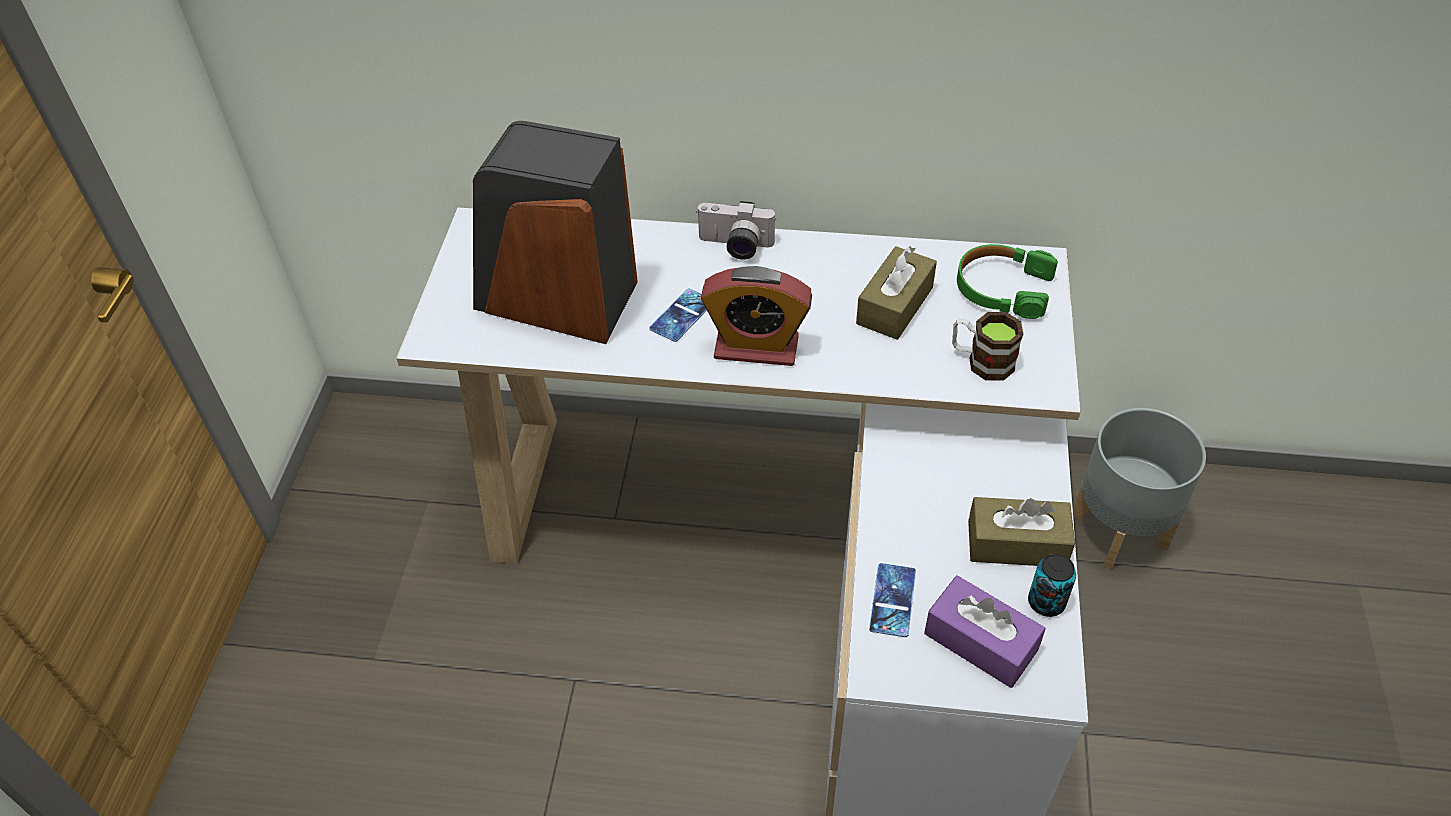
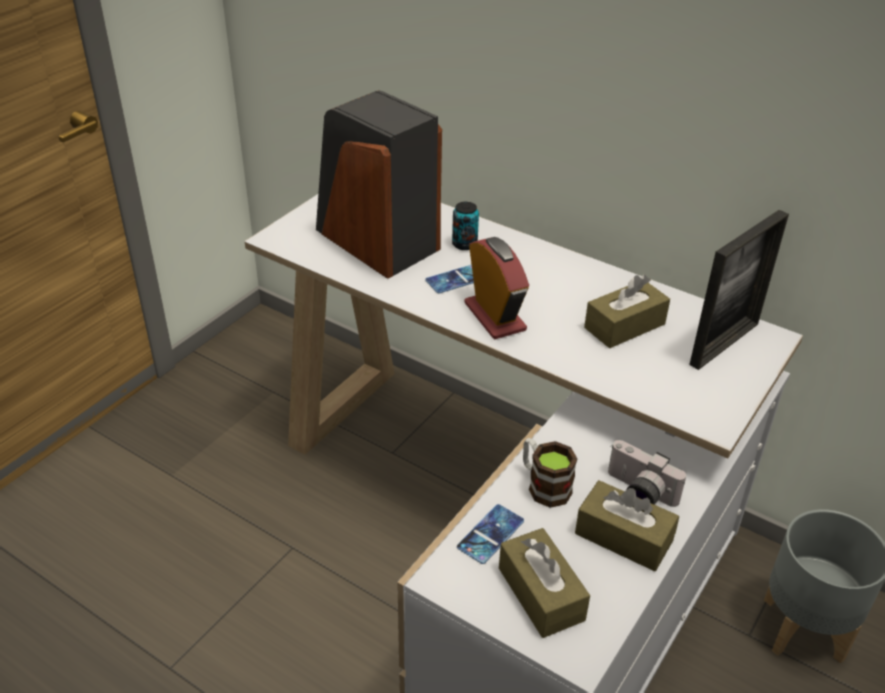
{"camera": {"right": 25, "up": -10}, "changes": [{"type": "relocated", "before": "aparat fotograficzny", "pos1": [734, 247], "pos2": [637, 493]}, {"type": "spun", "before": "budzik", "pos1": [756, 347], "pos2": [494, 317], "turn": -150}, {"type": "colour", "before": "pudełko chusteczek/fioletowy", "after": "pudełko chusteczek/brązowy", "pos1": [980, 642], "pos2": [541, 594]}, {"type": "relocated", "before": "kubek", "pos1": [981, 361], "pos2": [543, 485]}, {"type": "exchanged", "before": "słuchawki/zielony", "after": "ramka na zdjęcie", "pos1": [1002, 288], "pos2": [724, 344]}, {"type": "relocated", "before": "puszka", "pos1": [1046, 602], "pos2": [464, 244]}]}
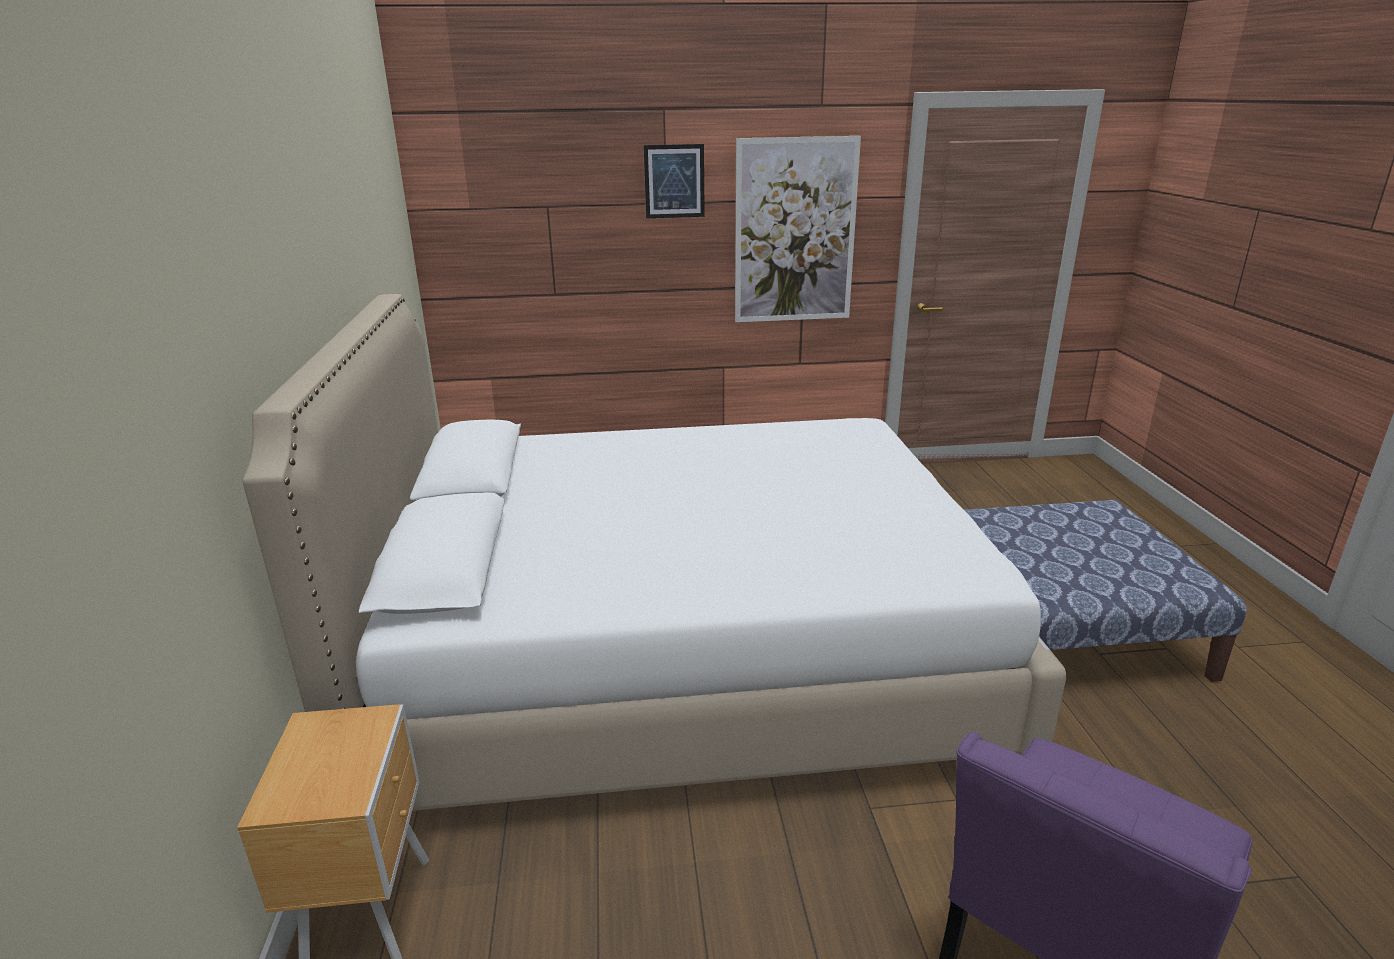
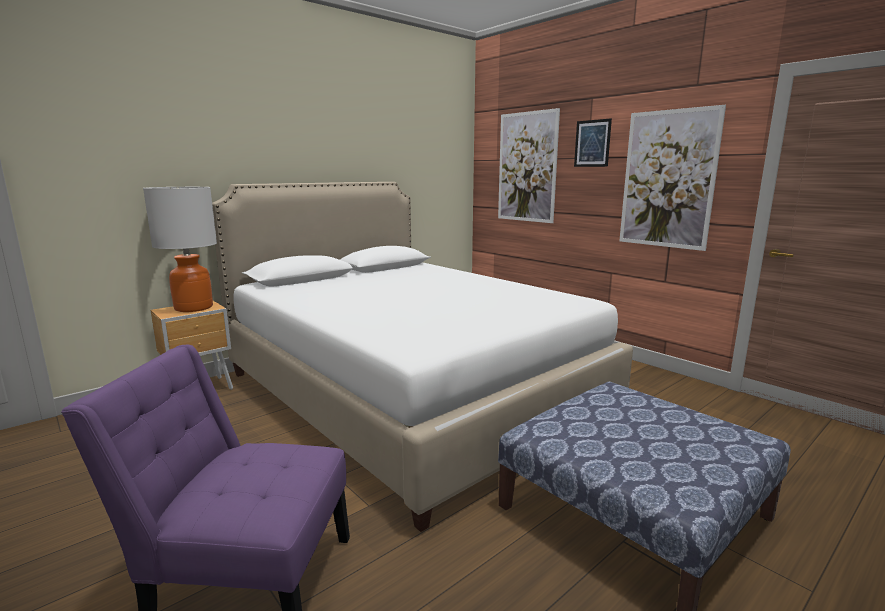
{"camera": {"right": 55, "up": -10}, "changes": [{"type": "appeared", "after": "lampa stołowa", "pos2": [194, 308]}, {"type": "appeared", "after": "obraz", "pos2": [527, 167]}]}
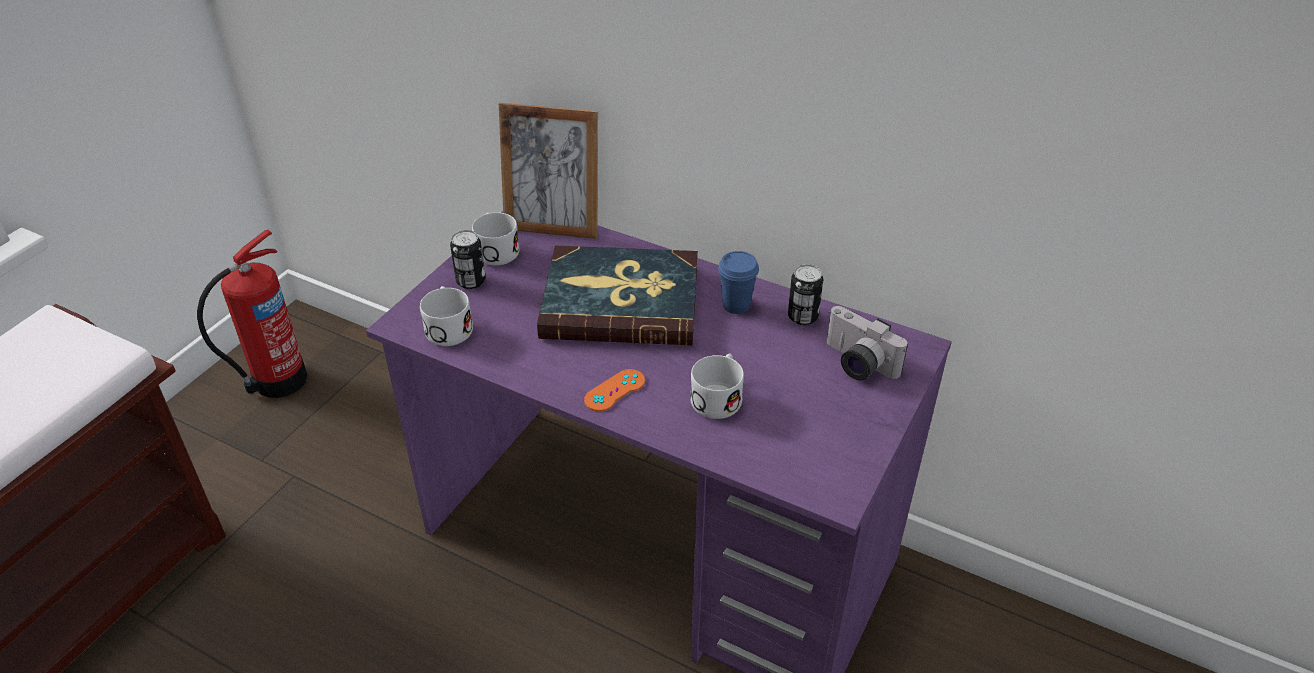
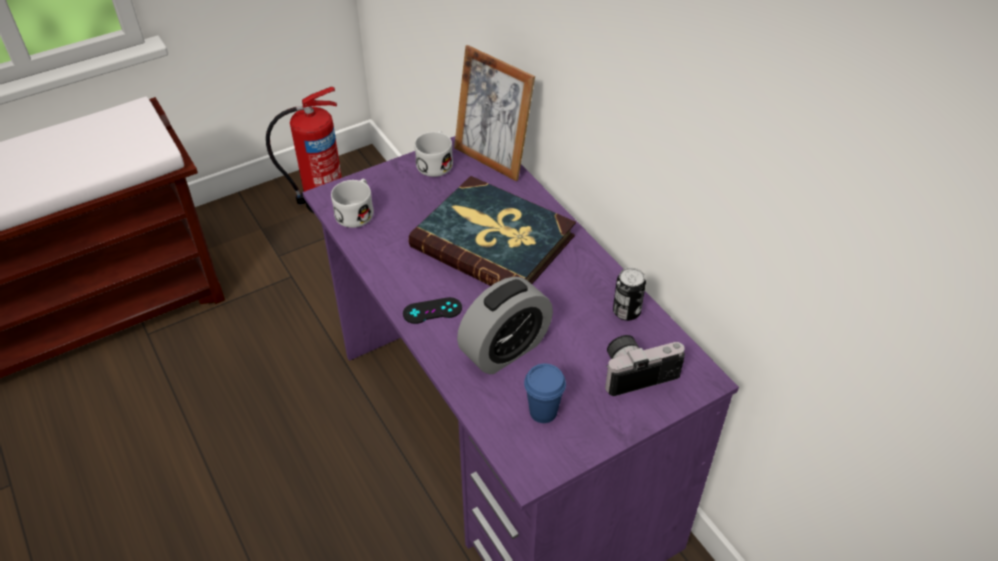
{"camera": {"right": 30, "up": 5}, "changes": [{"type": "missing", "before": "puszka", "pos1": [471, 281]}, {"type": "colour", "before": "pad do gier/pomarańczowy", "after": "pad do gier/czarny", "pos1": [614, 390], "pos2": [432, 311]}, {"type": "exchanged", "before": "kubek/biały", "after": "budzik", "pos1": [719, 396], "pos2": [505, 349]}, {"type": "relocated", "before": "filiżanka/niebieski", "pos1": [736, 305], "pos2": [543, 412]}, {"type": "spun", "before": "aparat fotograficzny", "pos1": [856, 364], "pos2": [637, 371], "turn": 90}]}
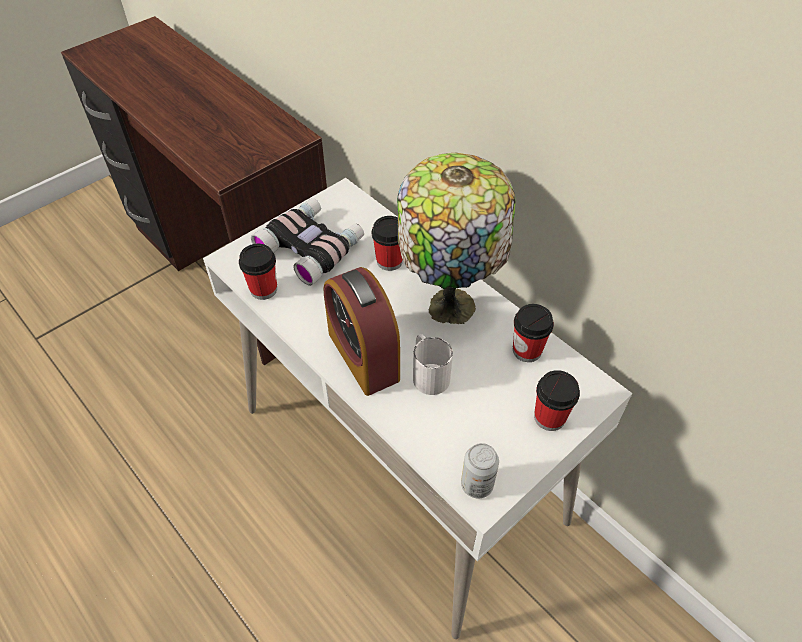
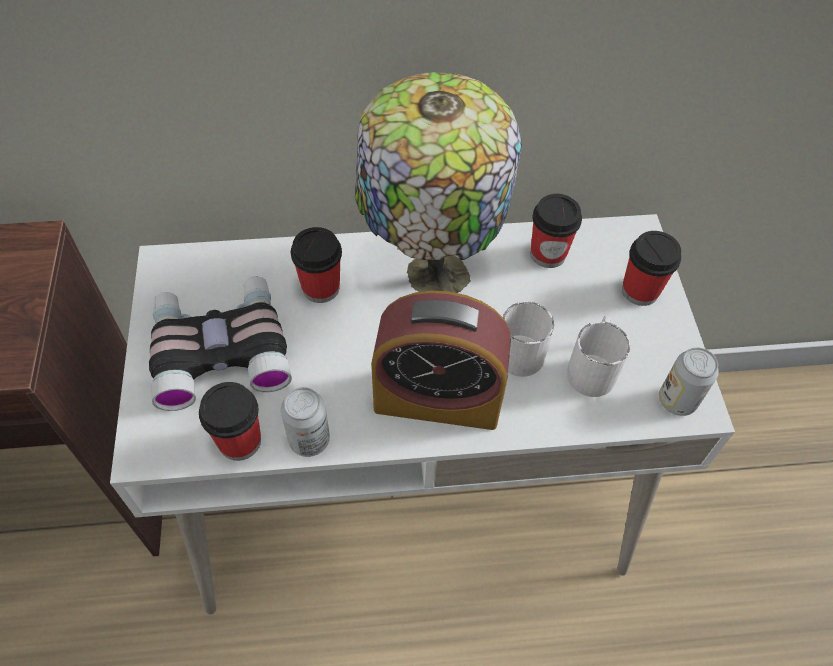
{"camera": {"right": -55, "up": 5}, "changes": [{"type": "appeared", "after": "puszka", "pos2": [309, 440]}, {"type": "appeared", "after": "kubek/biały", "pos2": [592, 366]}]}
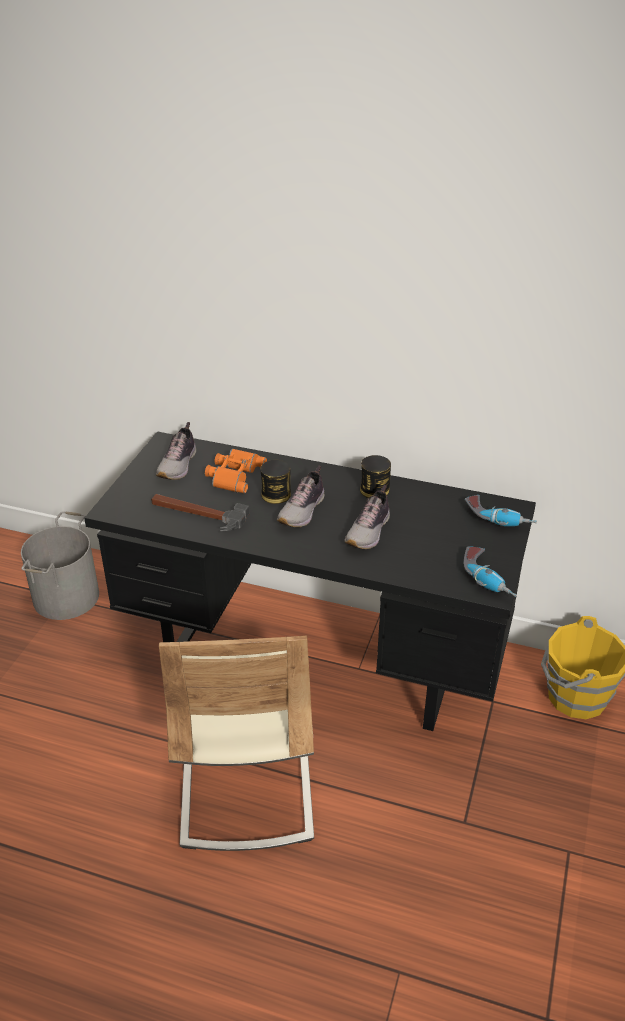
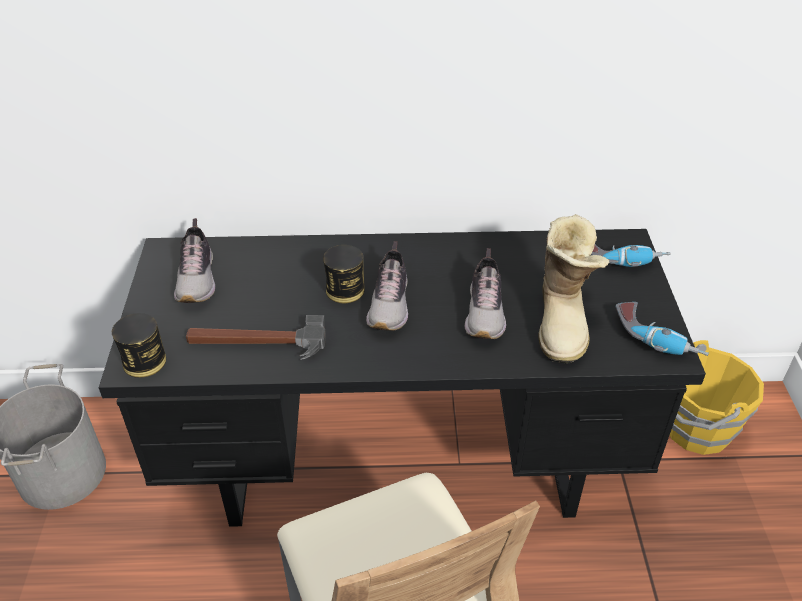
{"camera": {"right": -20, "up": 5}, "changes": [{"type": "missing", "before": "lornetka/pomarańczowy", "pos1": [233, 474]}, {"type": "relocated", "before": "puszka", "pos1": [374, 490], "pos2": [144, 361]}, {"type": "appeared", "after": "but z cholewką", "pos2": [564, 321]}]}
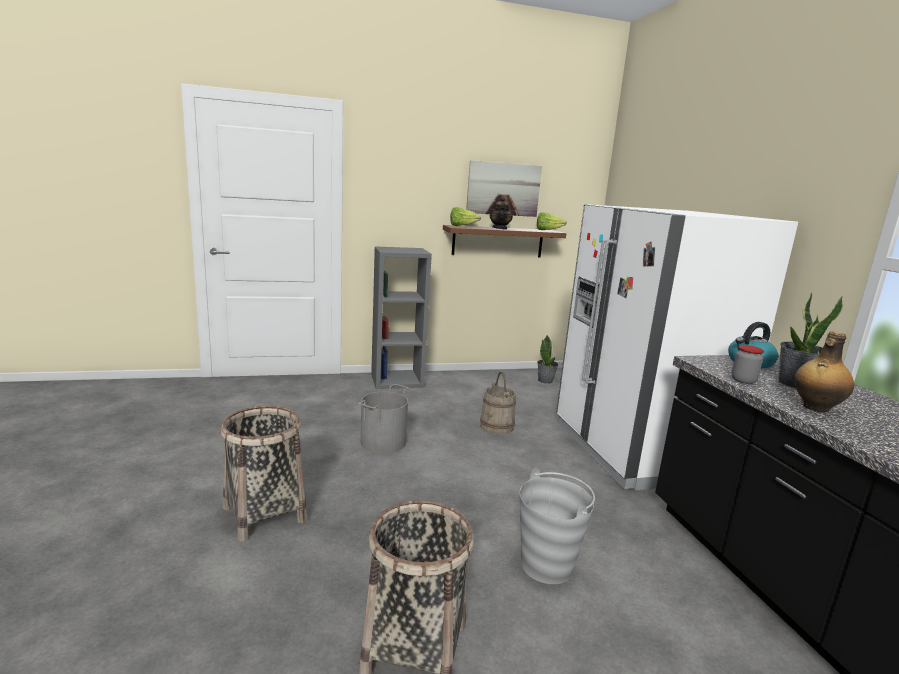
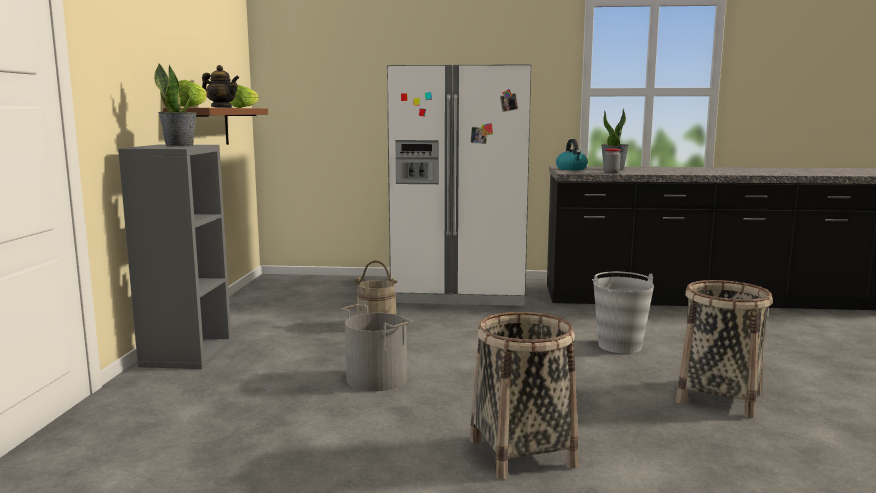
{"camera": {"right": -70, "up": -5}, "changes": [{"type": "missing", "before": "obraz", "pos1": [503, 189]}, {"type": "relocated", "before": "roślina doniczkowa", "pos1": [545, 380], "pos2": [180, 145]}, {"type": "missing", "before": "butelka", "pos1": [815, 408]}]}
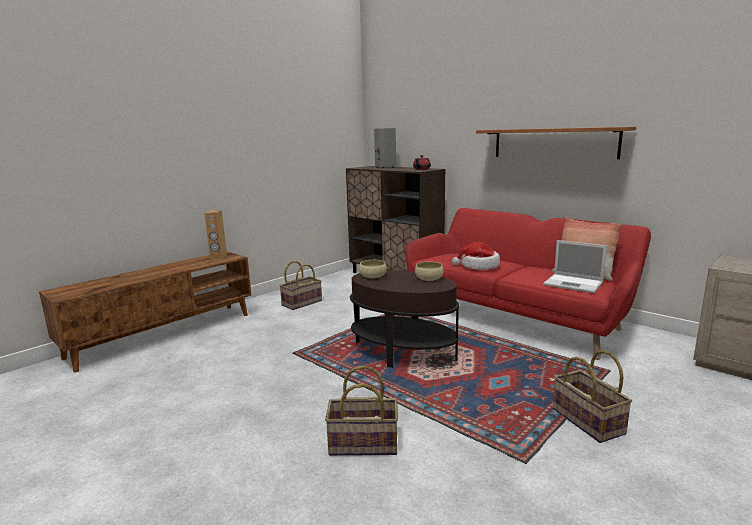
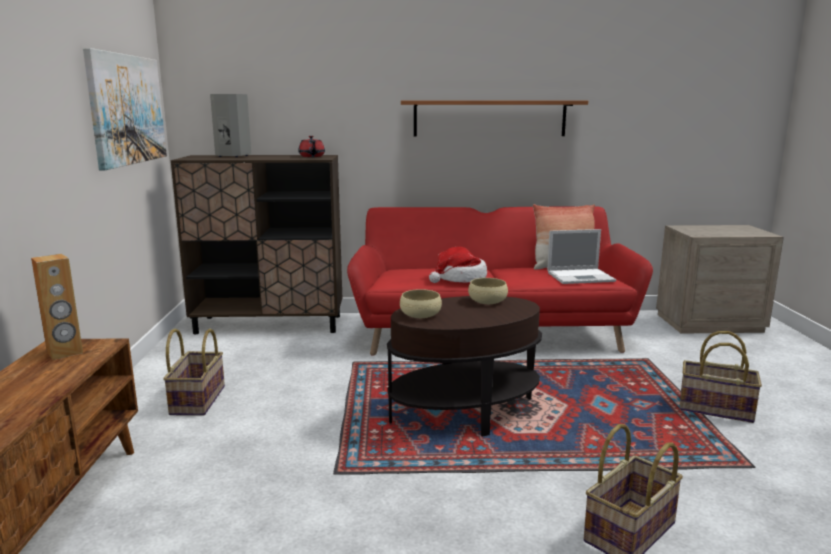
{"camera": {"right": -45, "up": 0}, "changes": [{"type": "appeared", "after": "obraz", "pos2": [127, 109]}]}
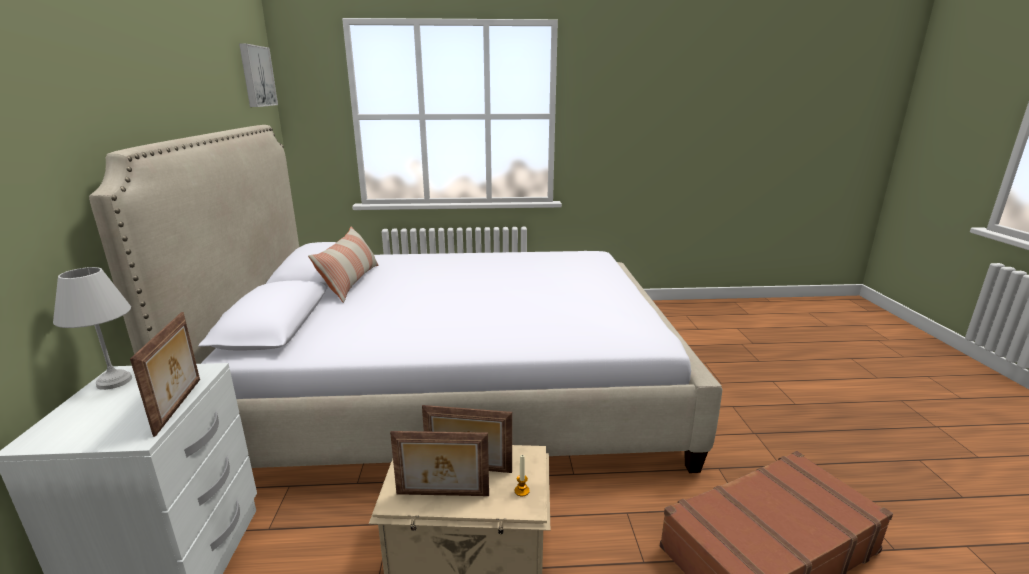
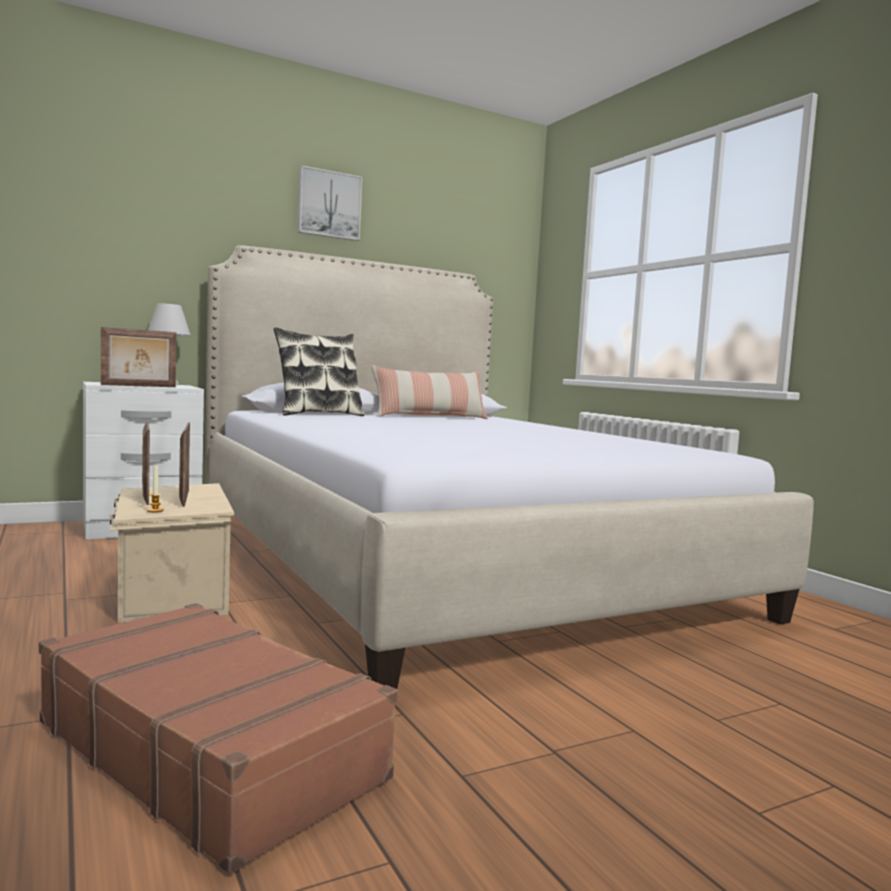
{"camera": {"right": 65, "up": -15}, "changes": [{"type": "relocated", "before": "obraz", "pos1": [256, 76], "pos2": [328, 205]}, {"type": "appeared", "after": "poduszka", "pos2": [318, 414]}]}
